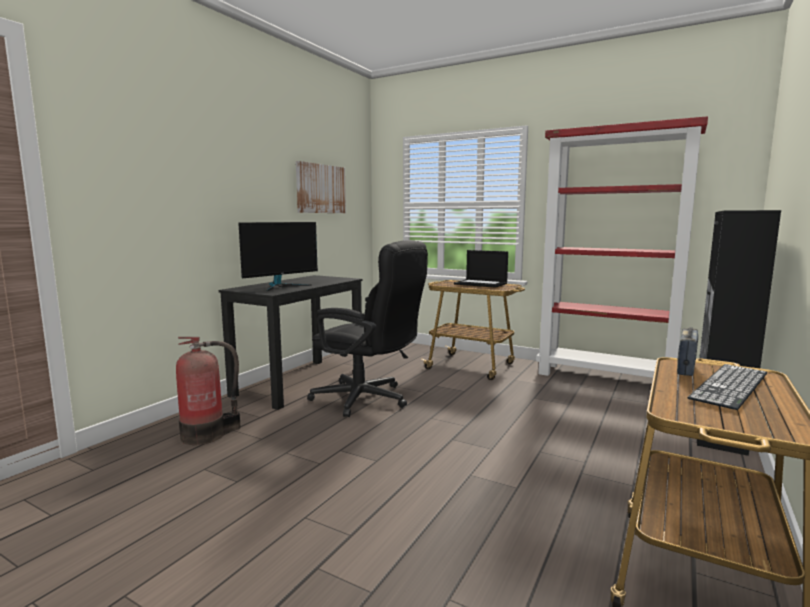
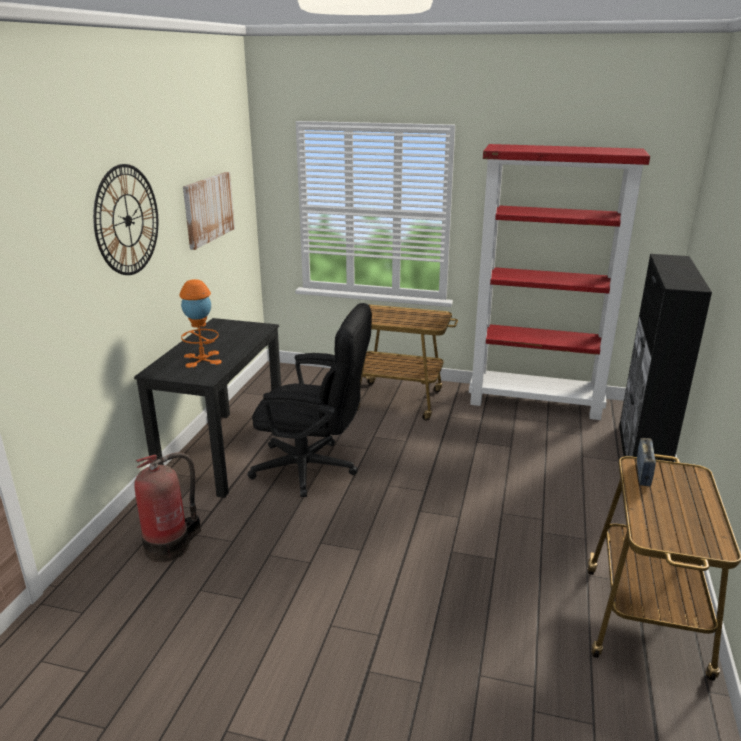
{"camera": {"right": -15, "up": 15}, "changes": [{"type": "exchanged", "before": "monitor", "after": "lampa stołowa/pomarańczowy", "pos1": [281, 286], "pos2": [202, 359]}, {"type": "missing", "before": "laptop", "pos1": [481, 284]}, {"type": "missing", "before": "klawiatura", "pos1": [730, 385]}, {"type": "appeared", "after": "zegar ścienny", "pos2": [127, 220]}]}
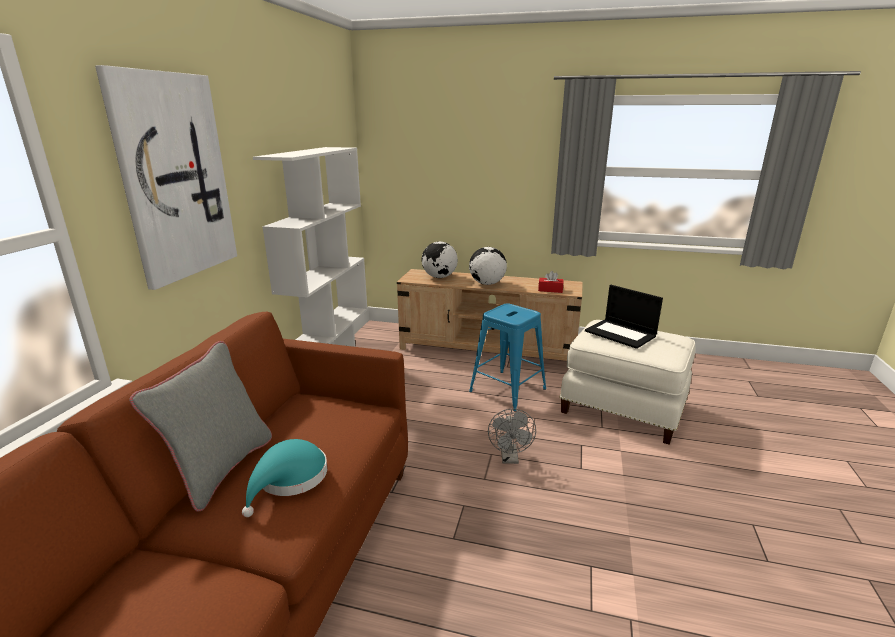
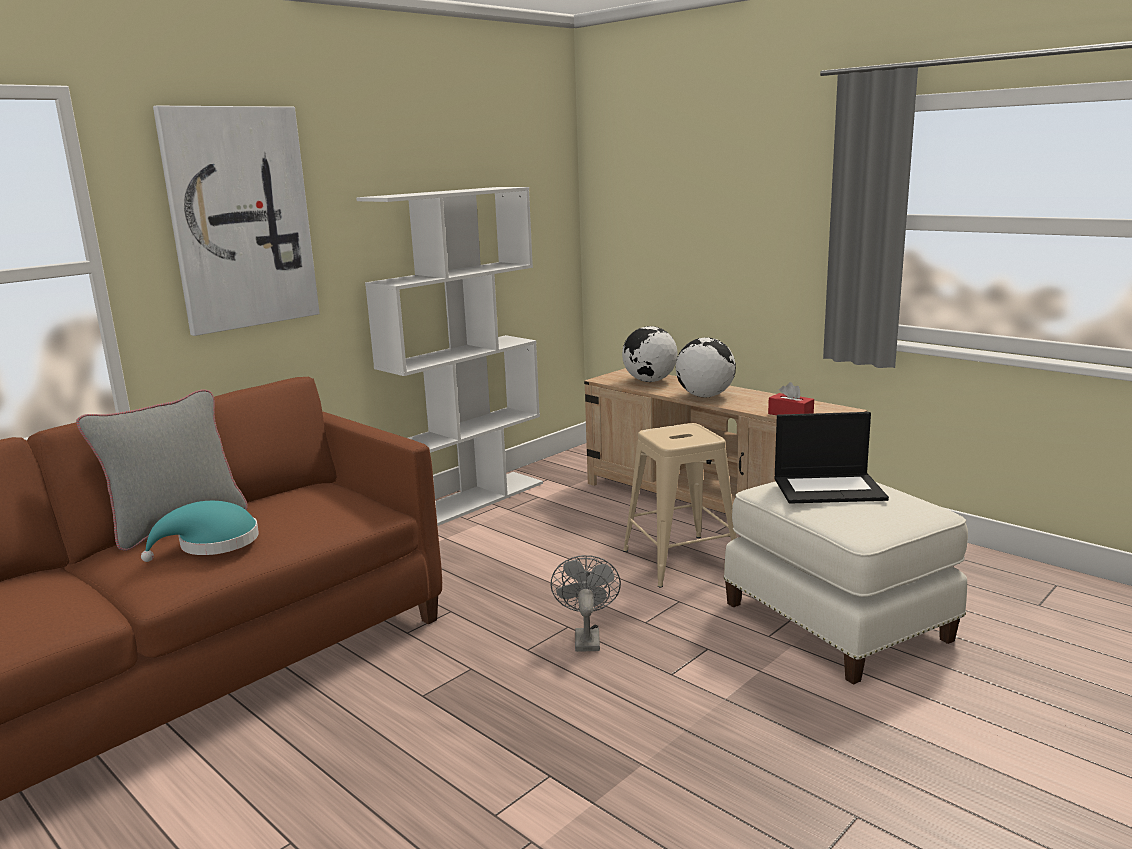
{"camera": {"right": 30, "up": -5}, "changes": [{"type": "colour", "before": "stołek/niebieski", "after": "stołek/beżowy", "pos1": [507, 390], "pos2": [680, 561]}, {"type": "spun", "before": "wentylator/szary", "pos1": [510, 458], "pos2": [586, 637], "turn": 150}, {"type": "spun", "before": "laptop", "pos1": [621, 334], "pos2": [829, 488], "turn": -75}]}
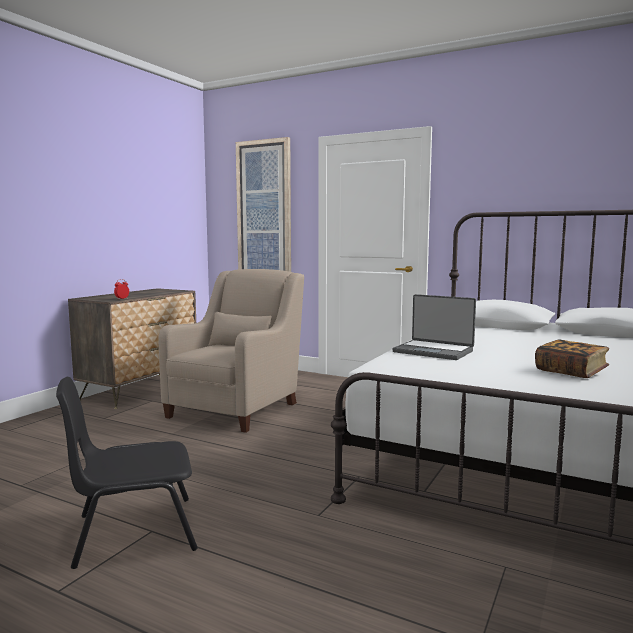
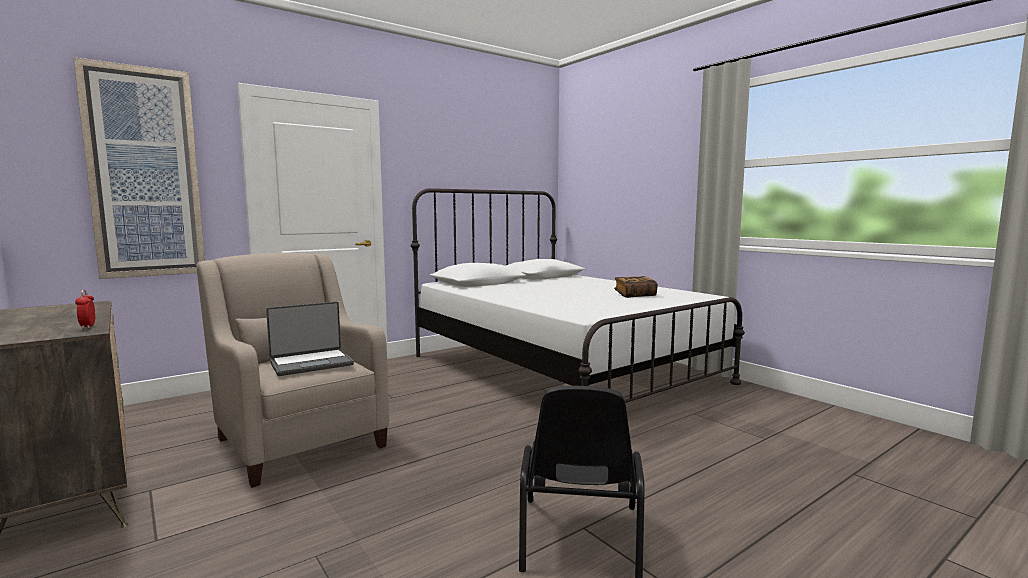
{"camera": {"right": -65, "up": 0}, "changes": [{"type": "relocated", "before": "laptop", "pos1": [434, 351], "pos2": [311, 363]}]}
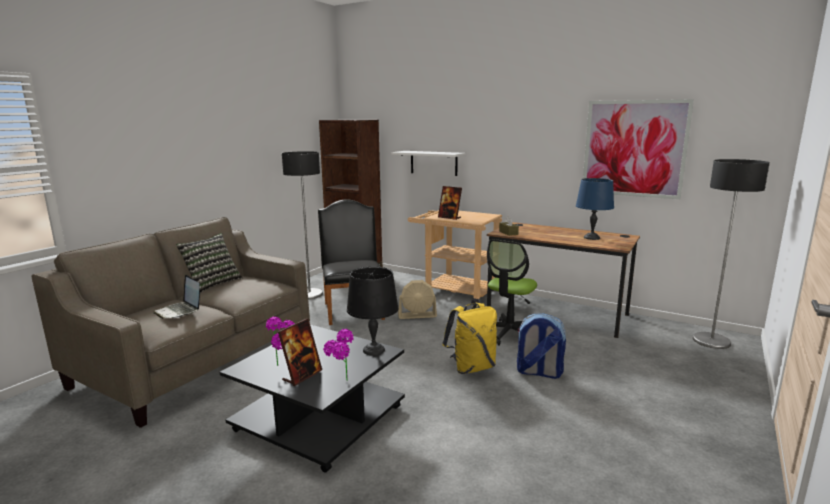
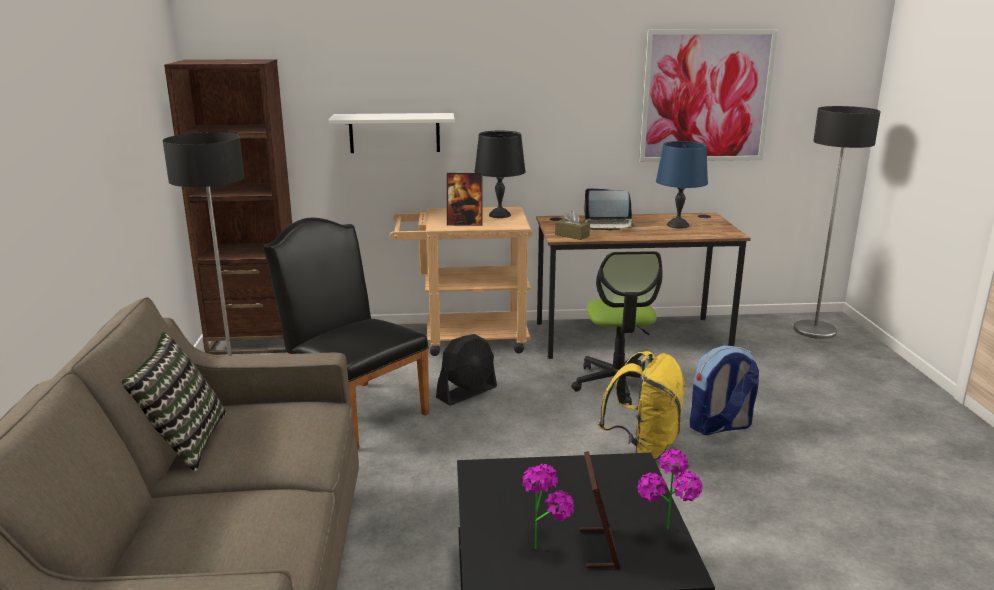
{"camera": {"right": -35, "up": 5}, "changes": [{"type": "relocated", "before": "laptop", "pos1": [179, 311], "pos2": [608, 225]}, {"type": "relocated", "before": "lampa stołowa/czarny", "pos1": [373, 350], "pos2": [499, 215]}, {"type": "colour", "before": "wentylator/beżowy", "after": "wentylator/czarny", "pos1": [417, 315], "pos2": [467, 392]}]}
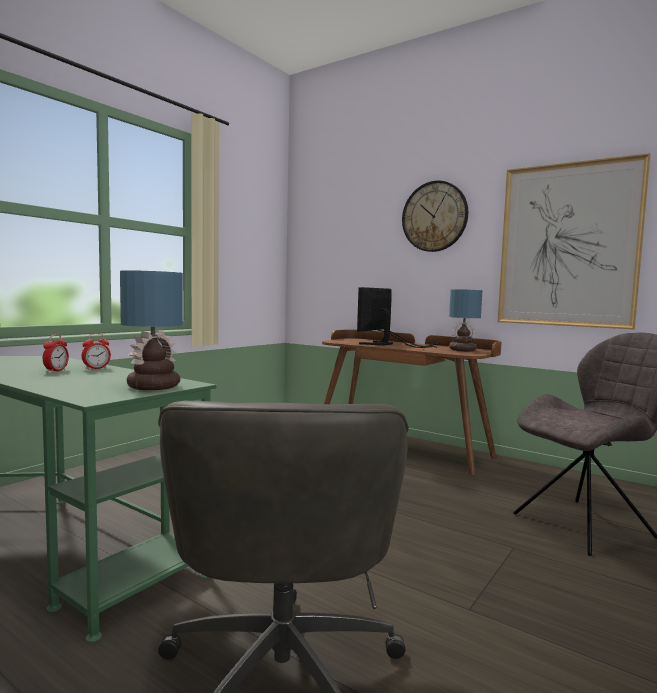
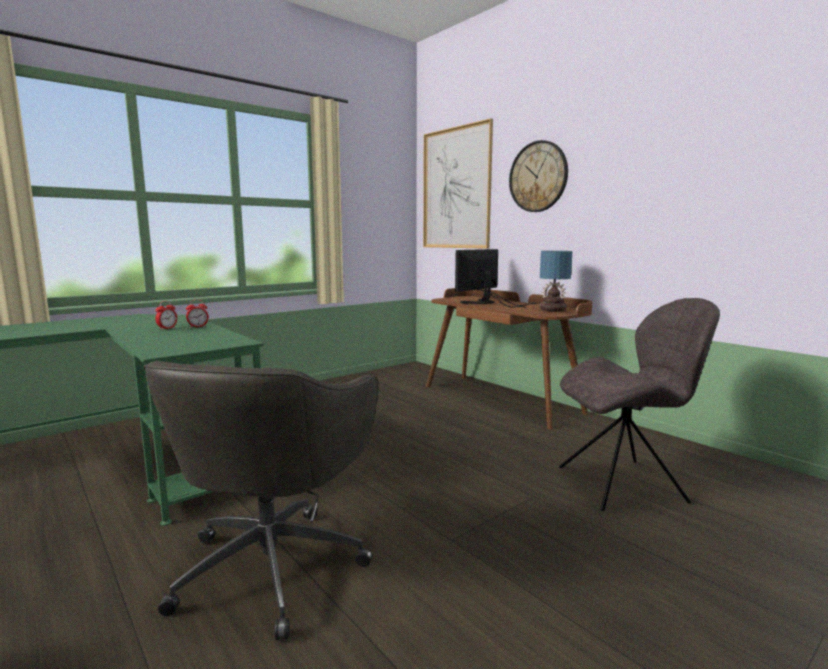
{"camera": {"right": 15, "up": 5}, "changes": [{"type": "missing", "before": "lampa stołowa", "pos1": [152, 387]}, {"type": "relocated", "before": "obraz", "pos1": [568, 245], "pos2": [456, 188]}]}
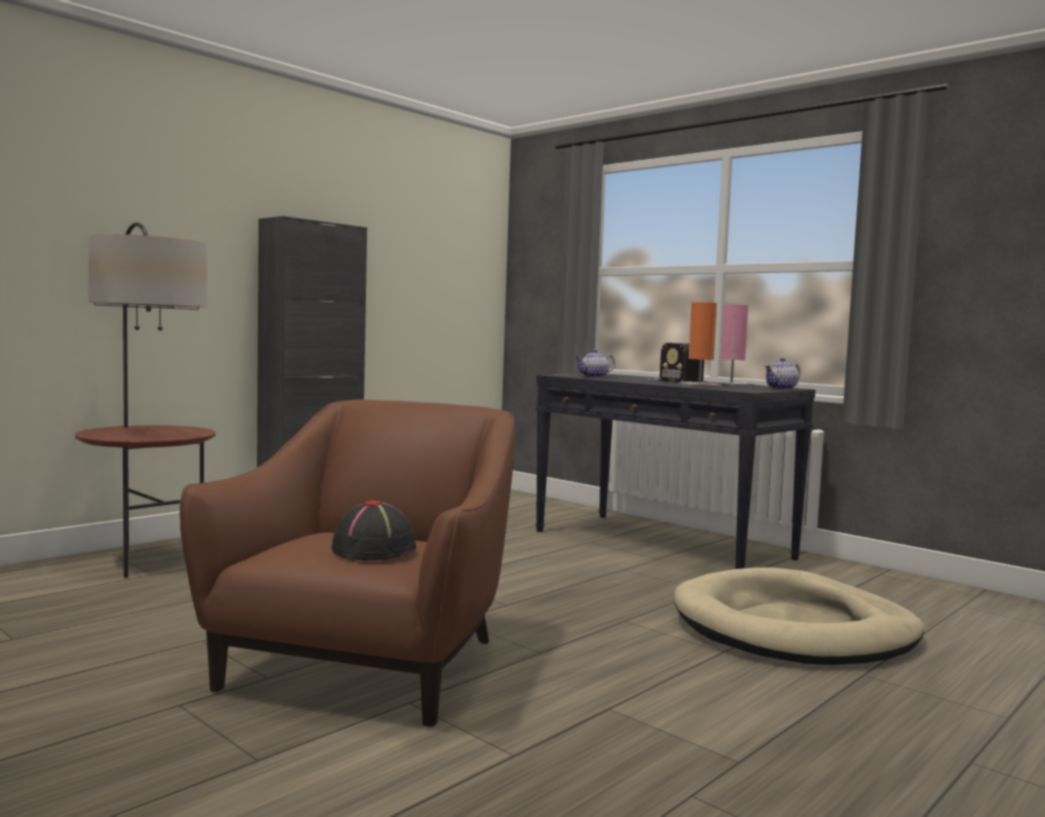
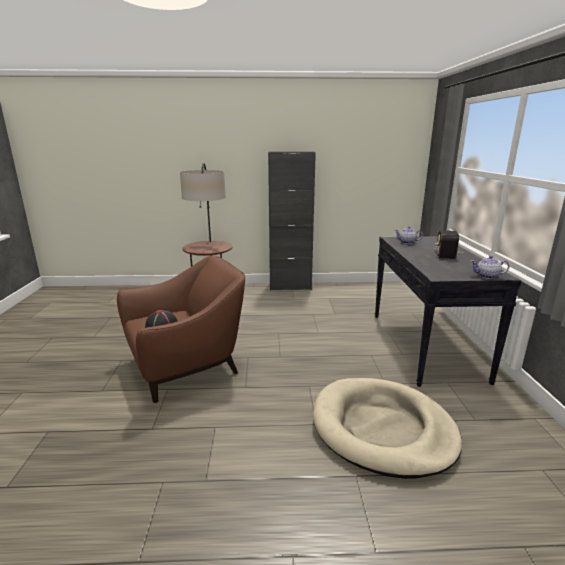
{"camera": {"right": 45, "up": 15}, "changes": [{"type": "missing", "before": "lampa stołowa/pomarańczowy", "pos1": [699, 386]}, {"type": "missing", "before": "lampa stołowa/różowy", "pos1": [731, 385]}]}
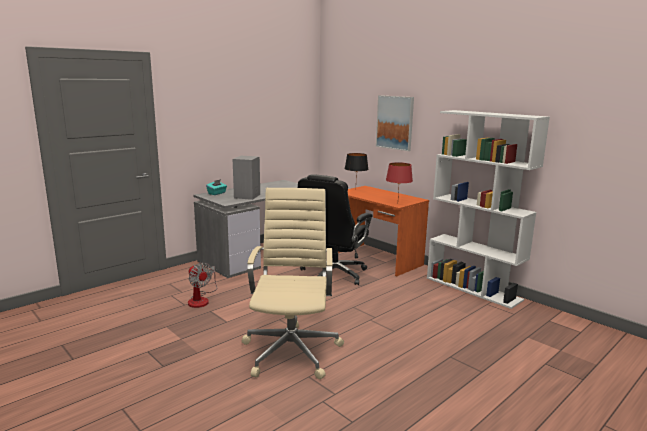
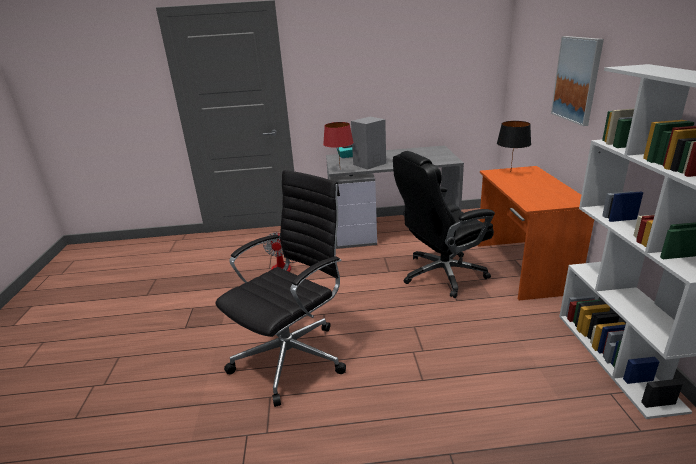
{"camera": {"right": 40, "up": 10}, "changes": [{"type": "colour", "before": "krzesło biurowe/beżowy", "after": "krzesło biurowe/czarny", "pos1": [292, 350], "pos2": [292, 357]}, {"type": "relocated", "before": "lampa stołowa/czerwony", "pos1": [398, 204], "pos2": [340, 169]}]}
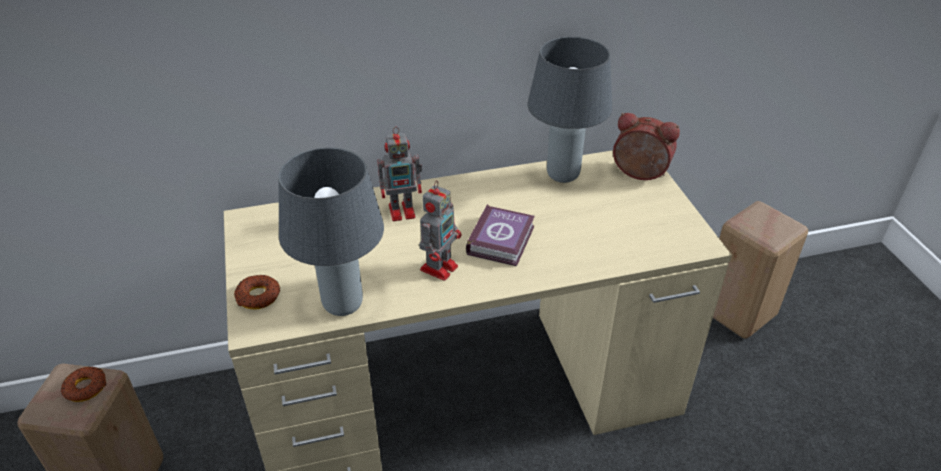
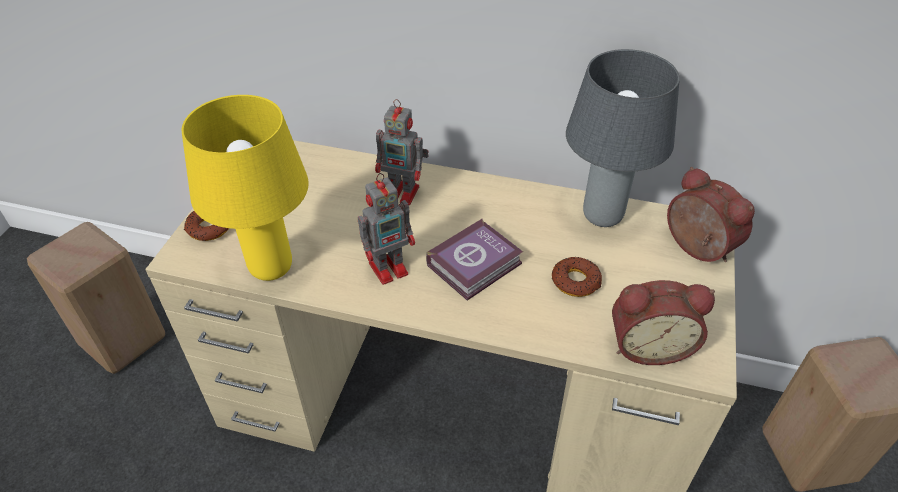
{"camera": {"right": 30, "up": 5}, "changes": [{"type": "relocated", "before": "donut", "pos1": [86, 387], "pos2": [576, 281]}, {"type": "colour", "before": "lampa stołowa/szary", "after": "lampa stołowa/żółty", "pos1": [344, 305], "pos2": [271, 269]}, {"type": "appeared", "after": "budzik", "pos2": [648, 344]}]}
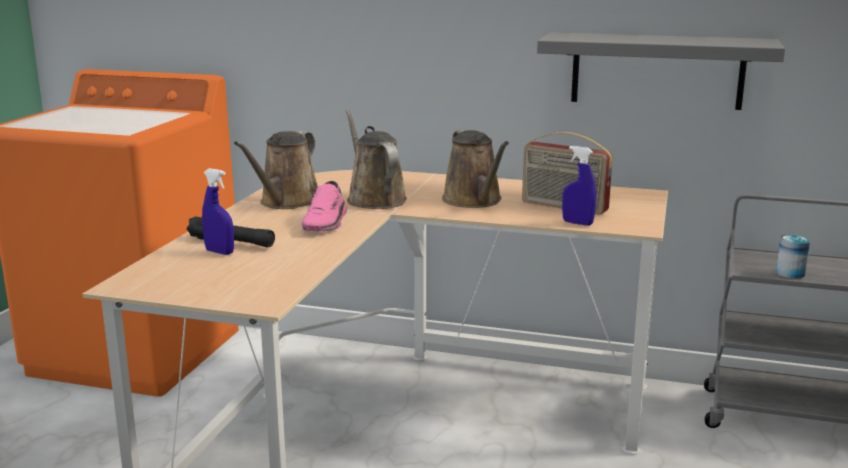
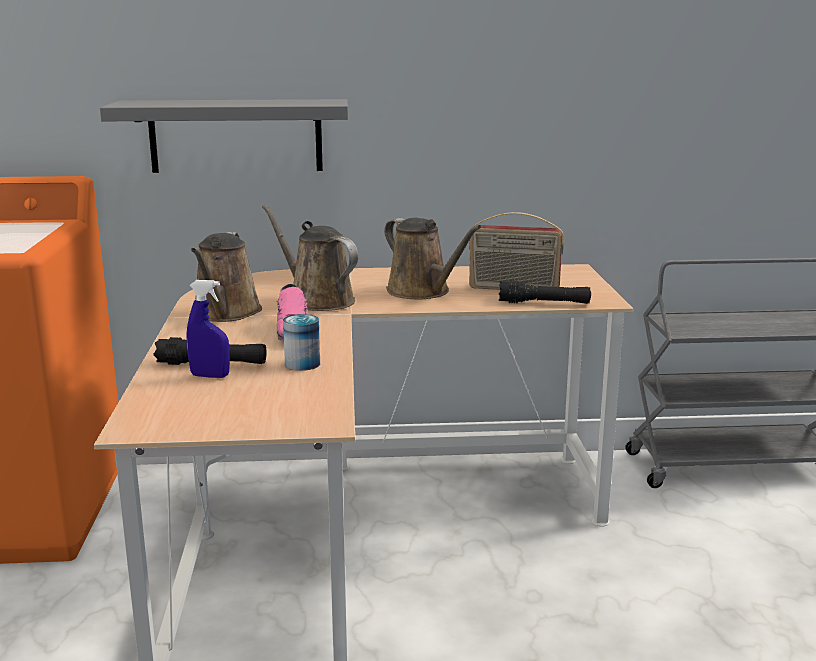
{"camera": {"right": -20, "up": 0}, "changes": [{"type": "relocated", "before": "półka/szary", "pos1": [657, 70], "pos2": [236, 136]}, {"type": "exchanged", "before": "spryskiwacz/niebieski", "after": "latarka/czarny", "pos1": [577, 223], "pos2": [544, 303]}, {"type": "relocated", "before": "puszka", "pos1": [790, 273], "pos2": [302, 364]}]}
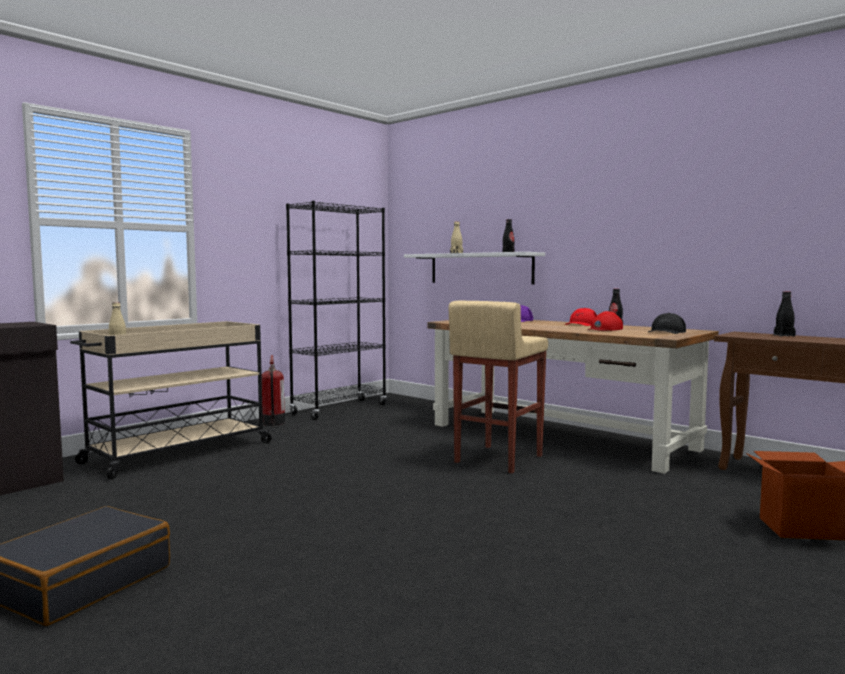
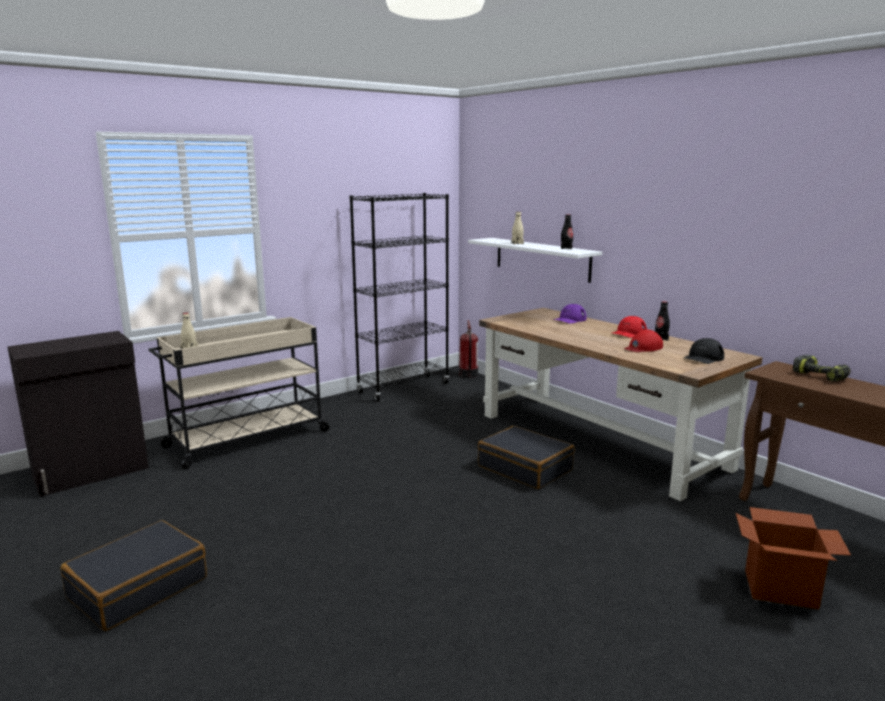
{"camera": {"right": 10, "up": 10}, "changes": [{"type": "relocated", "before": "gaśnica", "pos1": [273, 423], "pos2": [468, 375]}, {"type": "exchanged", "before": "stołek/beżowy", "after": "walizka/czarny", "pos1": [497, 459], "pos2": [525, 468]}, {"type": "exchanged", "before": "butelka/czarny", "after": "wiertarka", "pos1": [784, 335], "pos2": [822, 376]}]}
